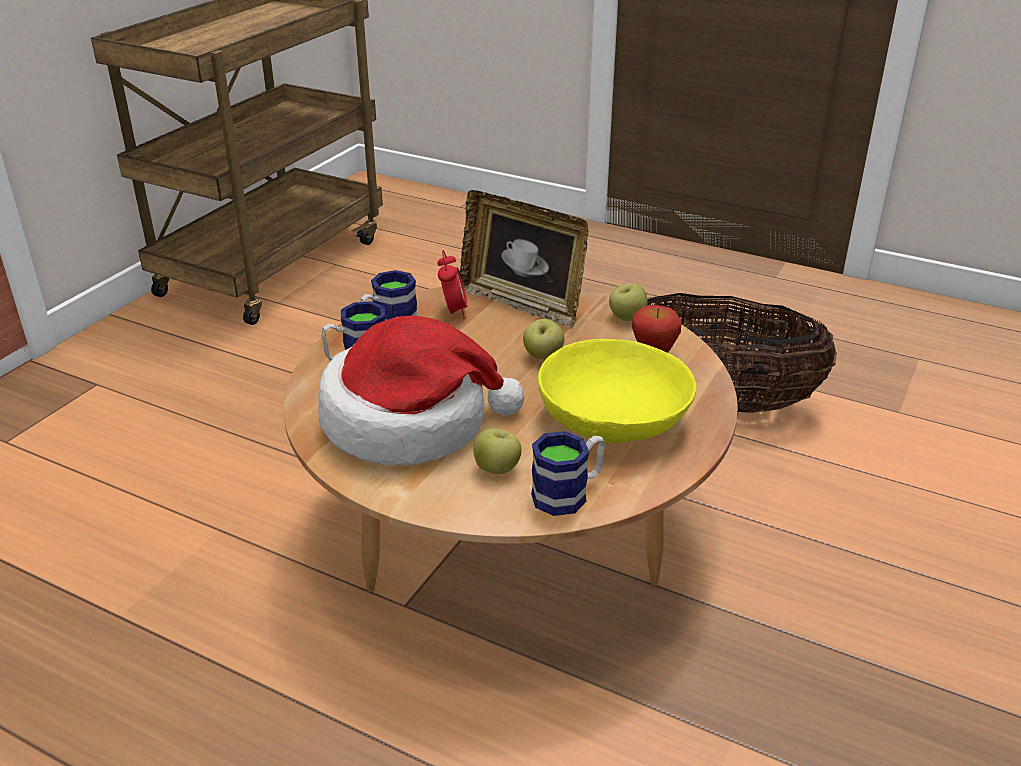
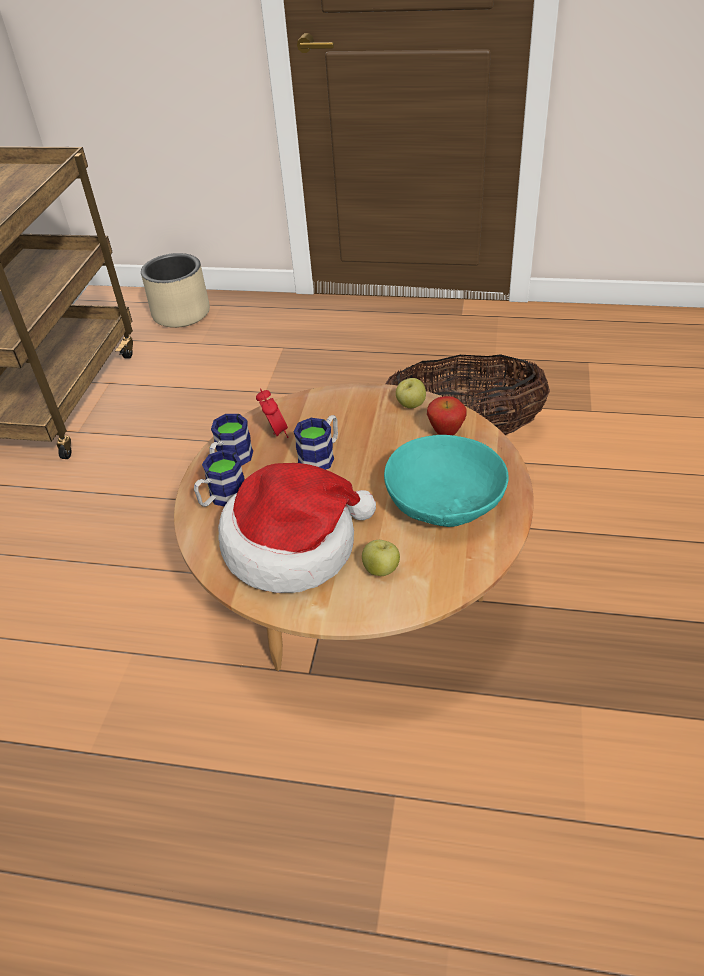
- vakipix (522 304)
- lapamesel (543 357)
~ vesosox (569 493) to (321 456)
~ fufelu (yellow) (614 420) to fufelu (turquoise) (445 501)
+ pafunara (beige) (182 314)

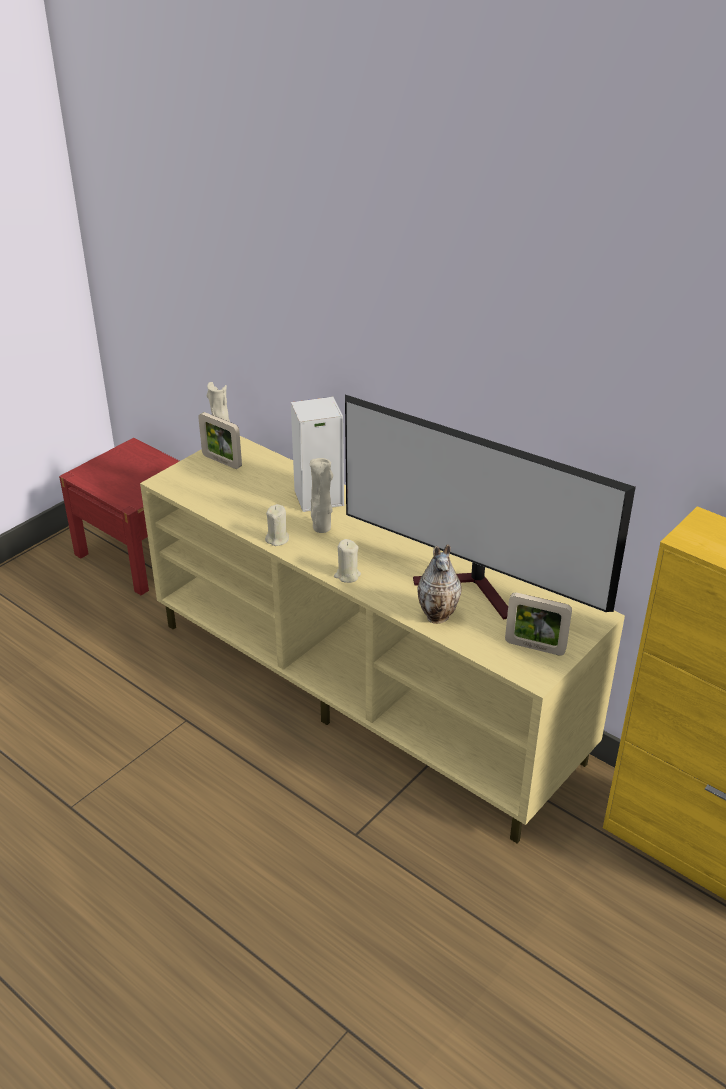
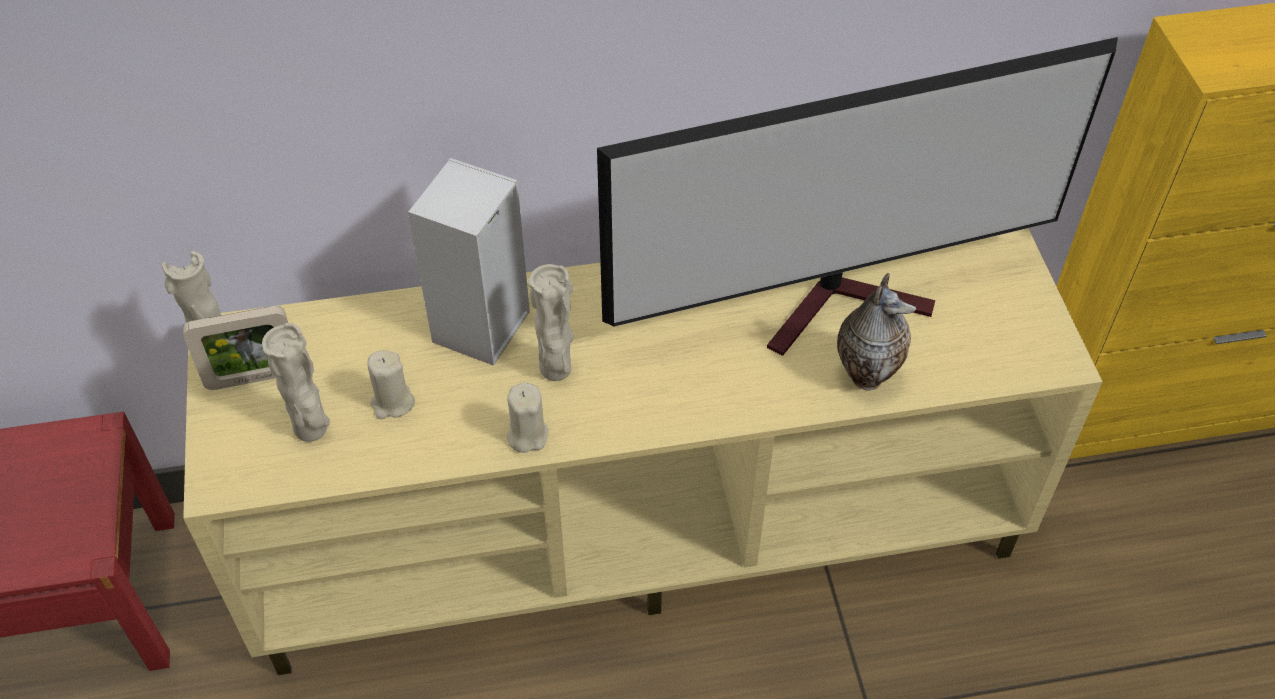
~ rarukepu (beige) (347 575) to (392 403)
- vakipix (535 647)
+ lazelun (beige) (312 430)

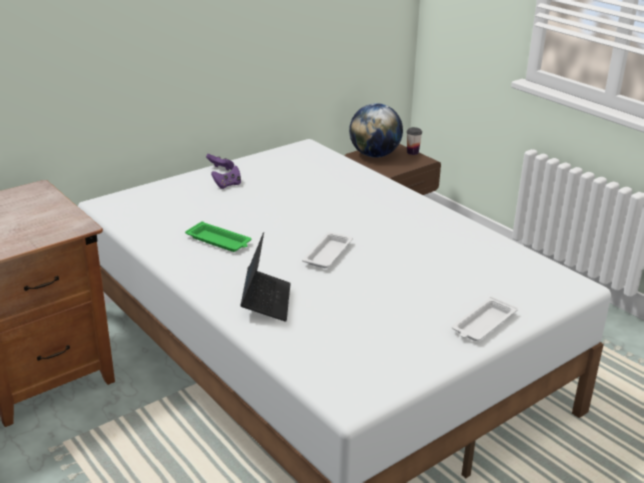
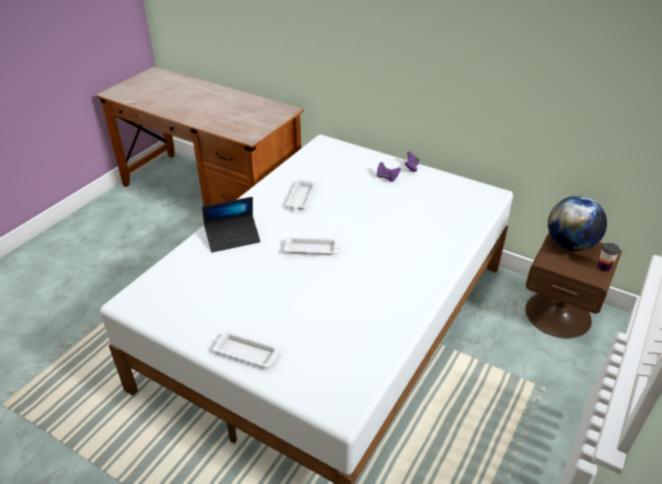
~ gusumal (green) (219 241) to gusumal (white) (301 198)

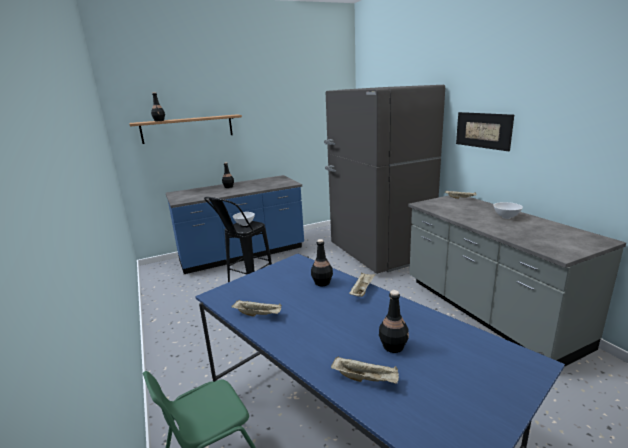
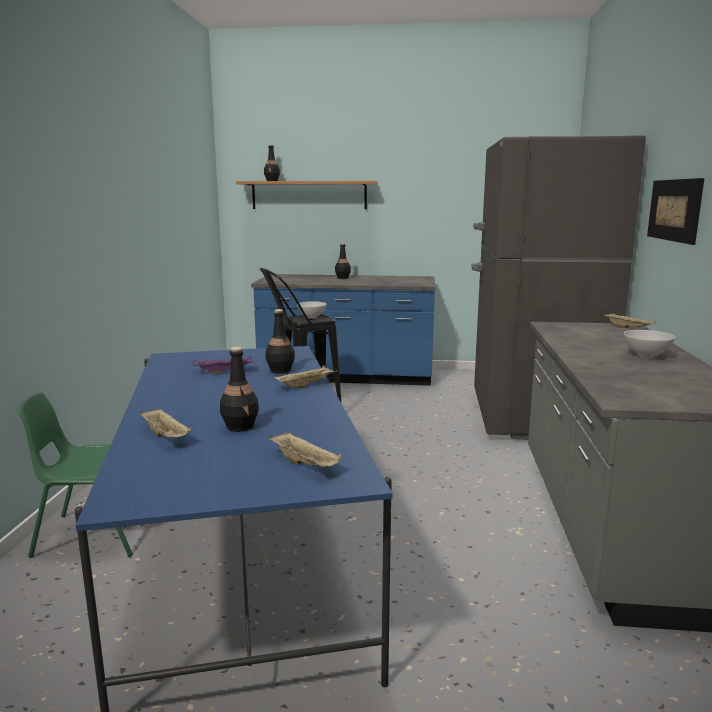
~ gusumal (beige) (258 314) to (306 464)
+ gusumal (purple) (225 372)

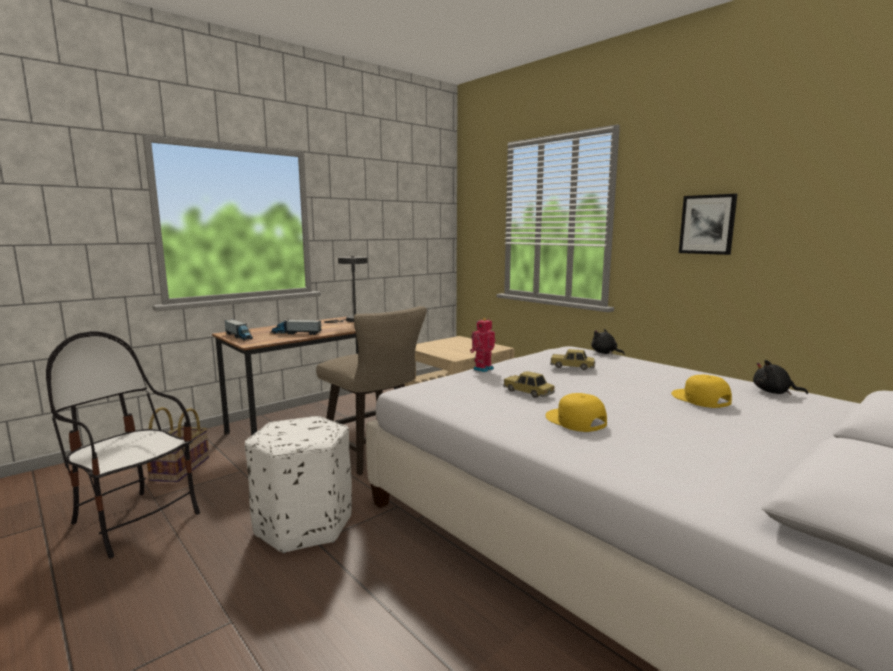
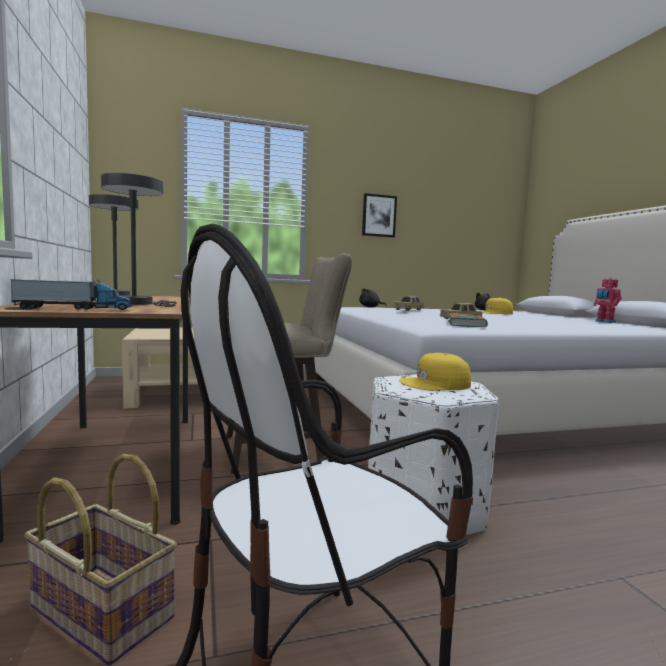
~ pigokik (296 333) to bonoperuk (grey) (139 303)
~ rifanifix (482 369) to (604 322)
~ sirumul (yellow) (575 420) to (435 384)
+ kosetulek (466 324)

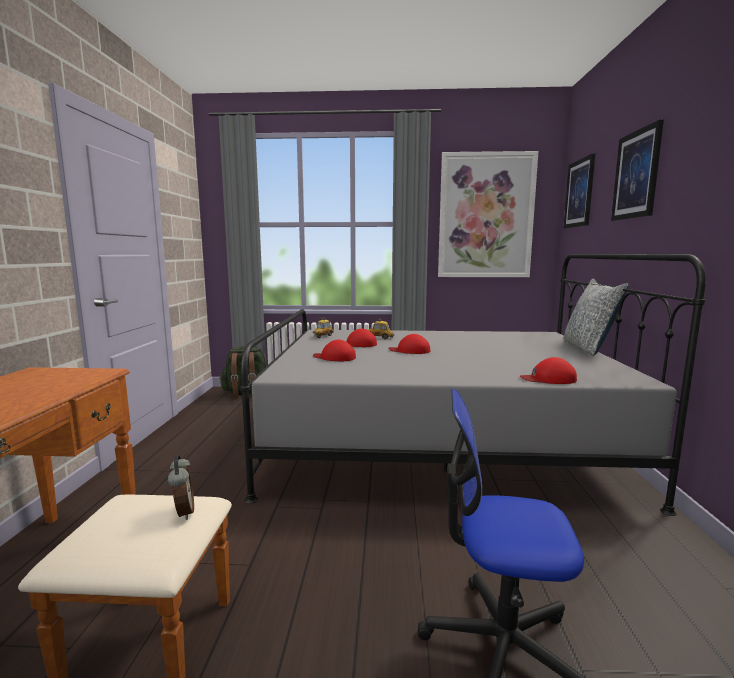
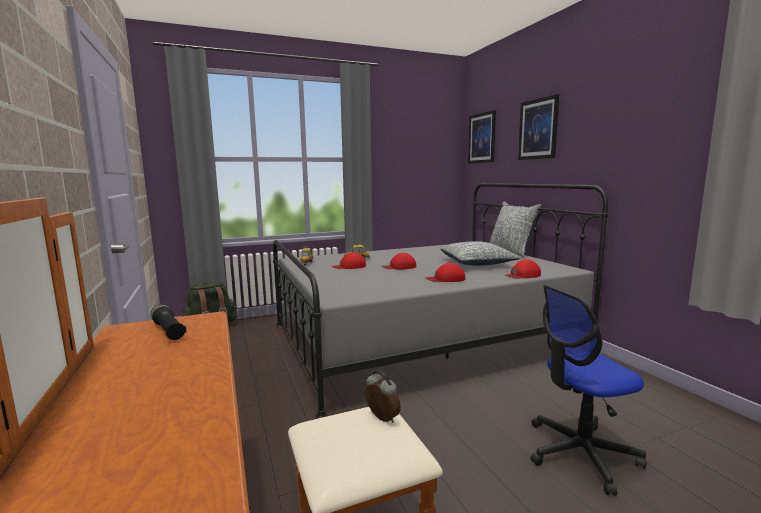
~ sirumul (red) (334 357) to (446 279)
- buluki (485 216)
+ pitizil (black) (168 331)
+ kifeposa (477 263)

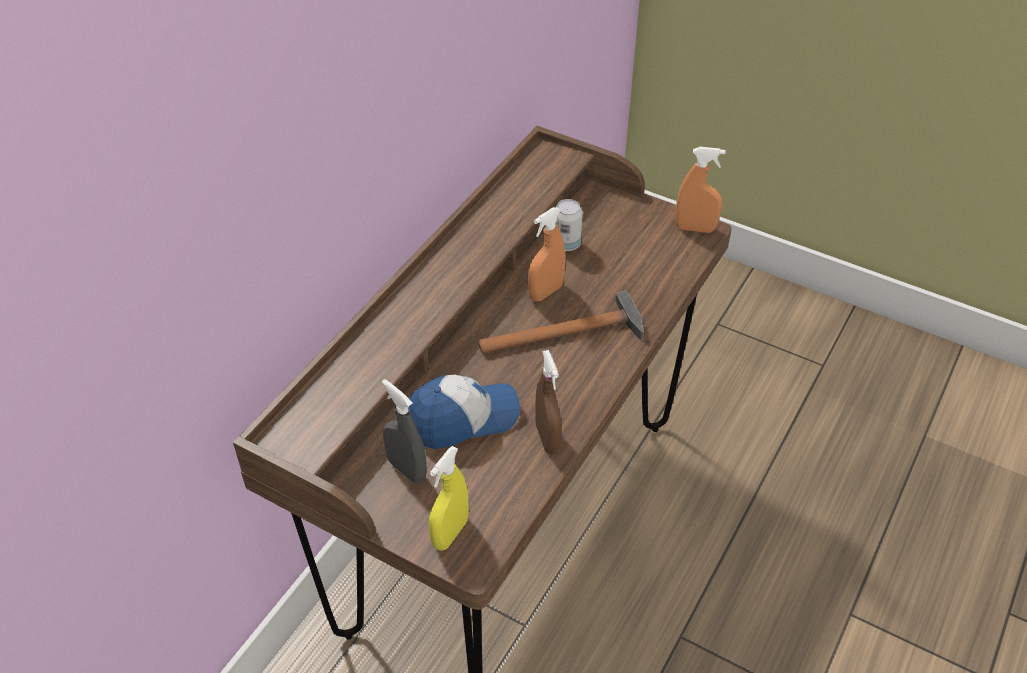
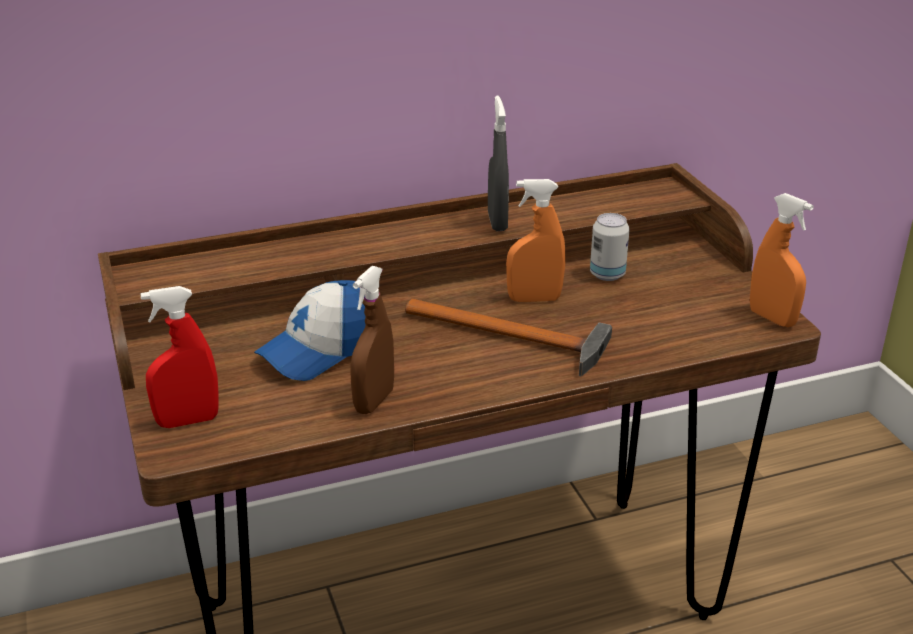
~ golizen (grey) (407 470) to (497 222)
~ sirumul (463 418) = (322 350) 120 degrees clockwise
~ golizen (yellow) (450 533) to golizen (red) (188 421)

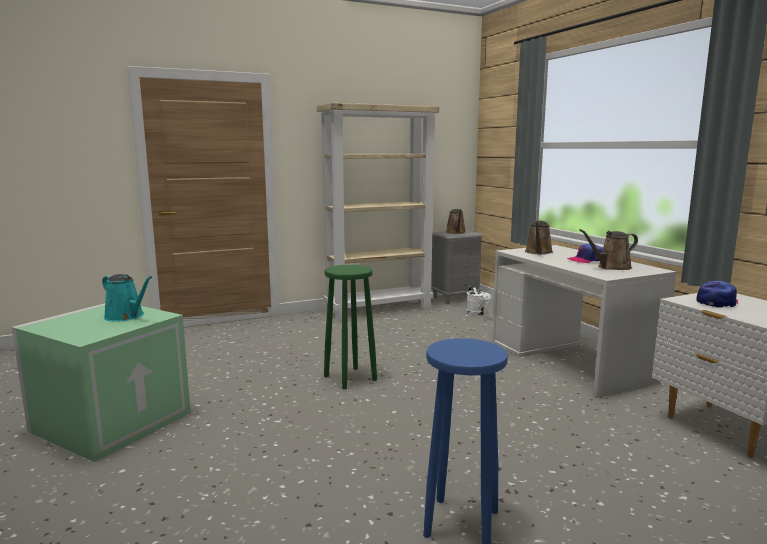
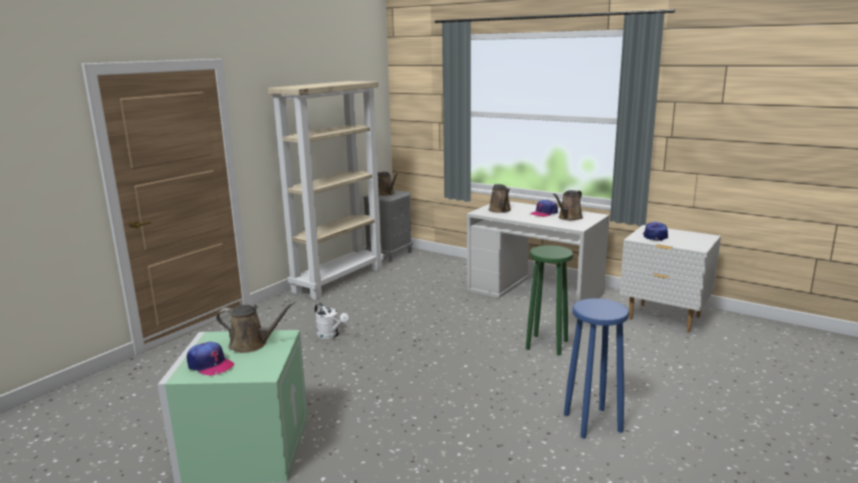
~ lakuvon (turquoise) (126 316) to lakuvon (brown) (252 344)
~ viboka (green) (350 378) to (547 345)
~ lakuvon (white) (477 313) to (331 335)
+ sirumul (210 365)

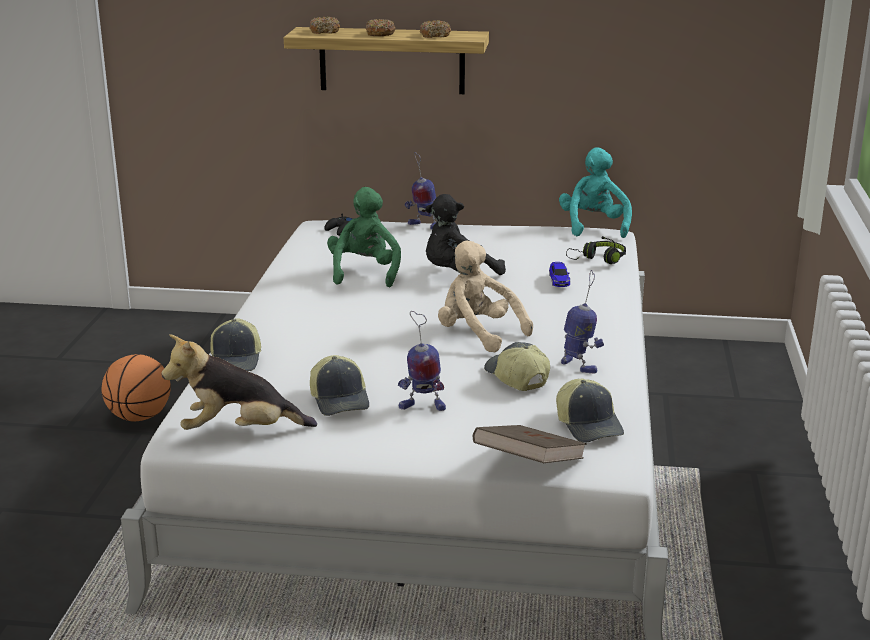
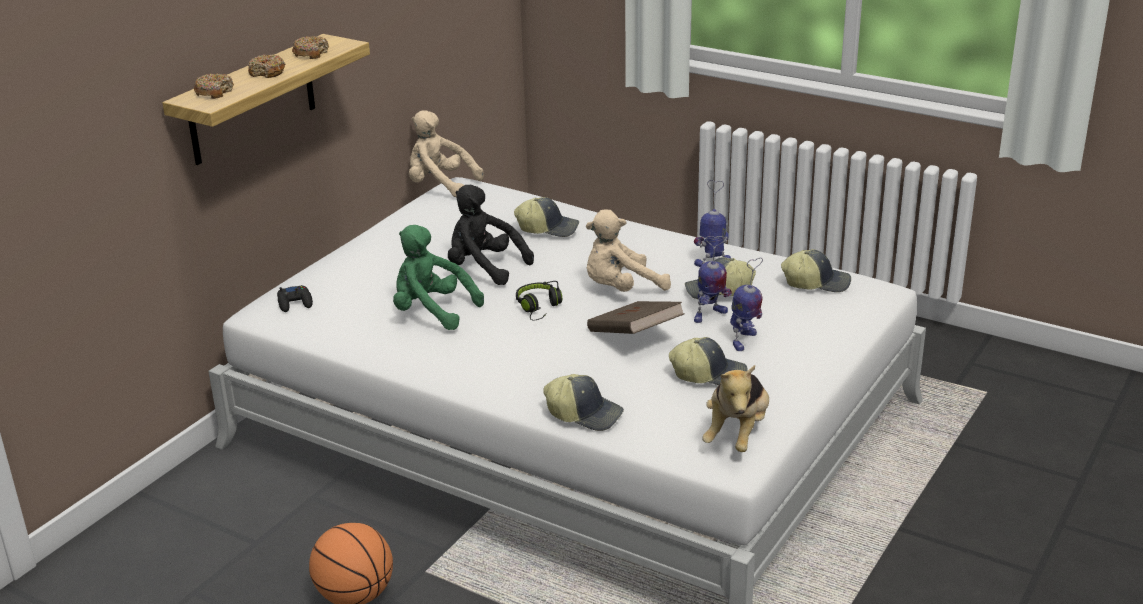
~ rifanifix (422 225) to (709 315)
~ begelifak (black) (458 274) = (484 268) 120 degrees clockwise
~ kosetulek (brown) (529 466) to (634 336)
~ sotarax (559 280) to sirumul (548 228)
~ begelifak (turquoise) (593 226) to begelifak (beige) (440 186)
~ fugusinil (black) (598 259) to (539 308)

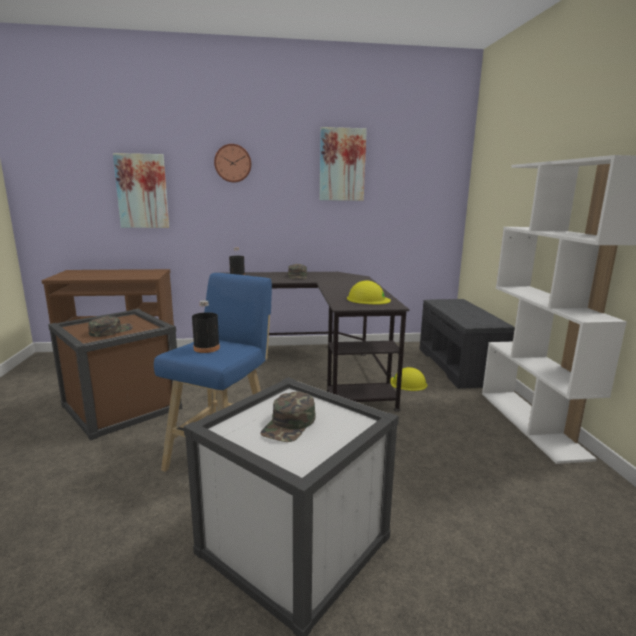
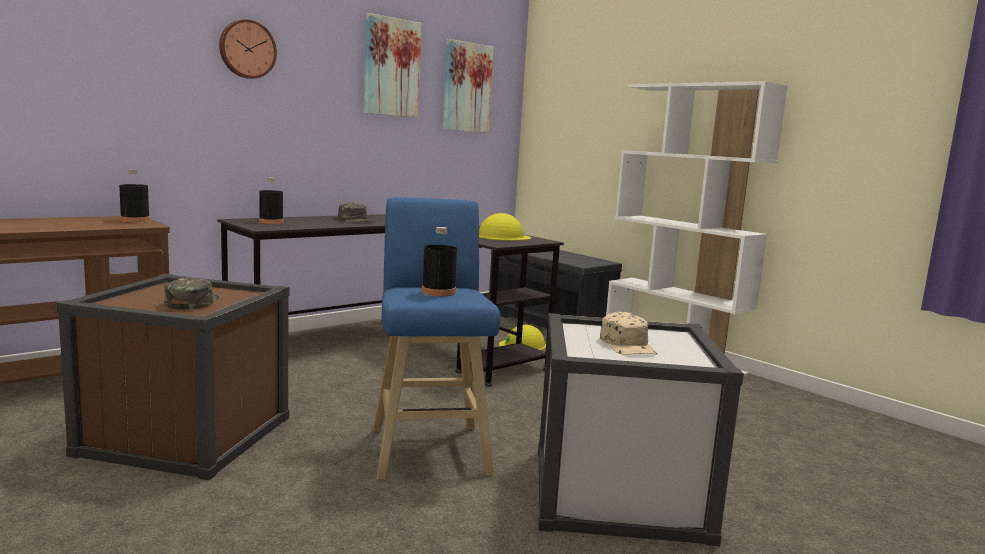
~ buluki (142 191) to (466 87)
~ sirumul (green) (289 424) to sirumul (beige) (628 345)
+ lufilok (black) (135 220)

